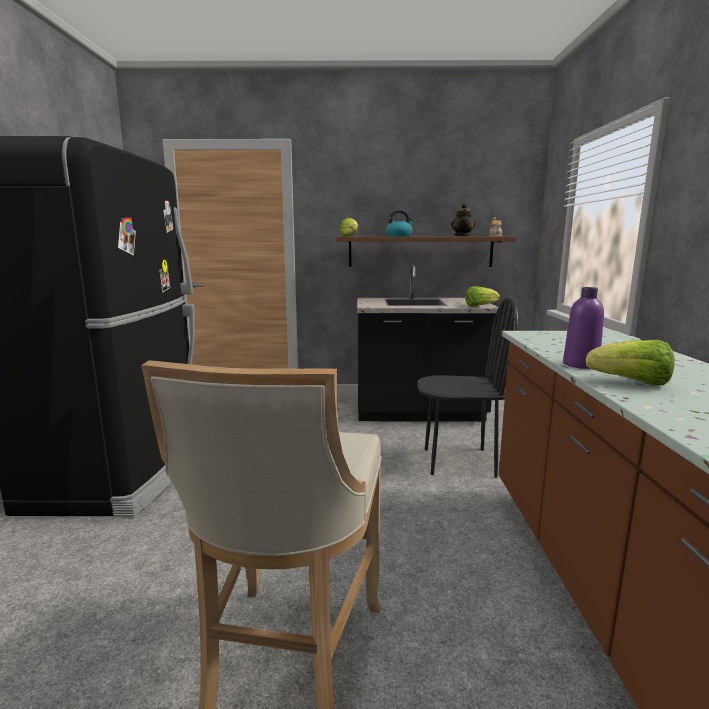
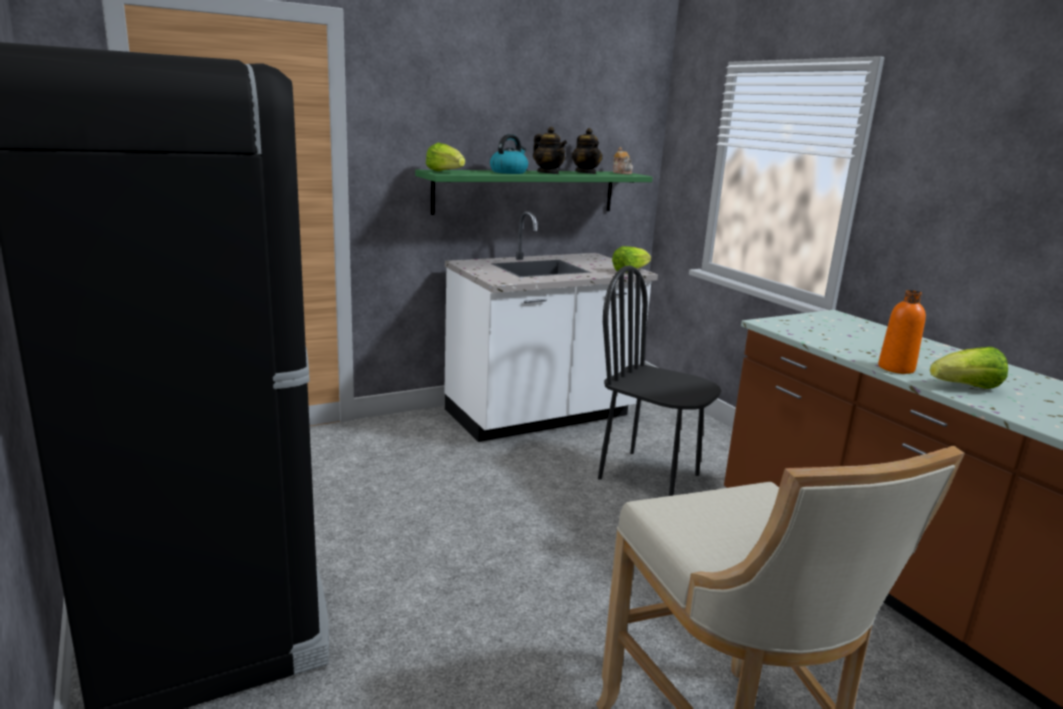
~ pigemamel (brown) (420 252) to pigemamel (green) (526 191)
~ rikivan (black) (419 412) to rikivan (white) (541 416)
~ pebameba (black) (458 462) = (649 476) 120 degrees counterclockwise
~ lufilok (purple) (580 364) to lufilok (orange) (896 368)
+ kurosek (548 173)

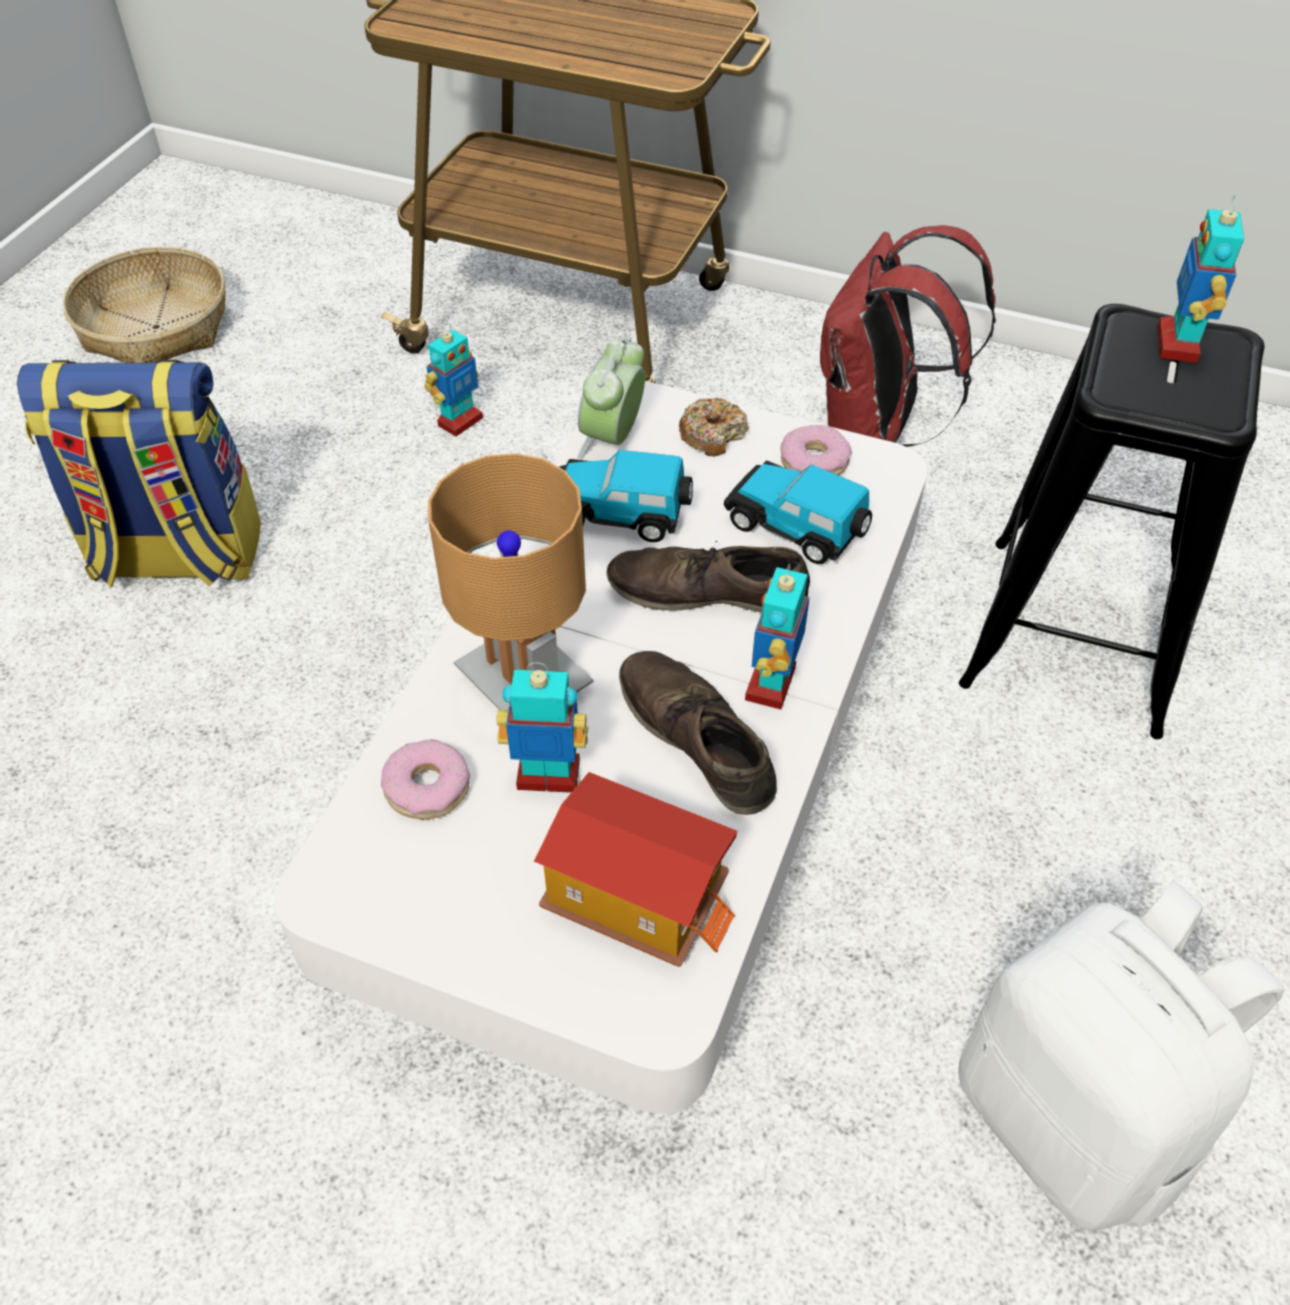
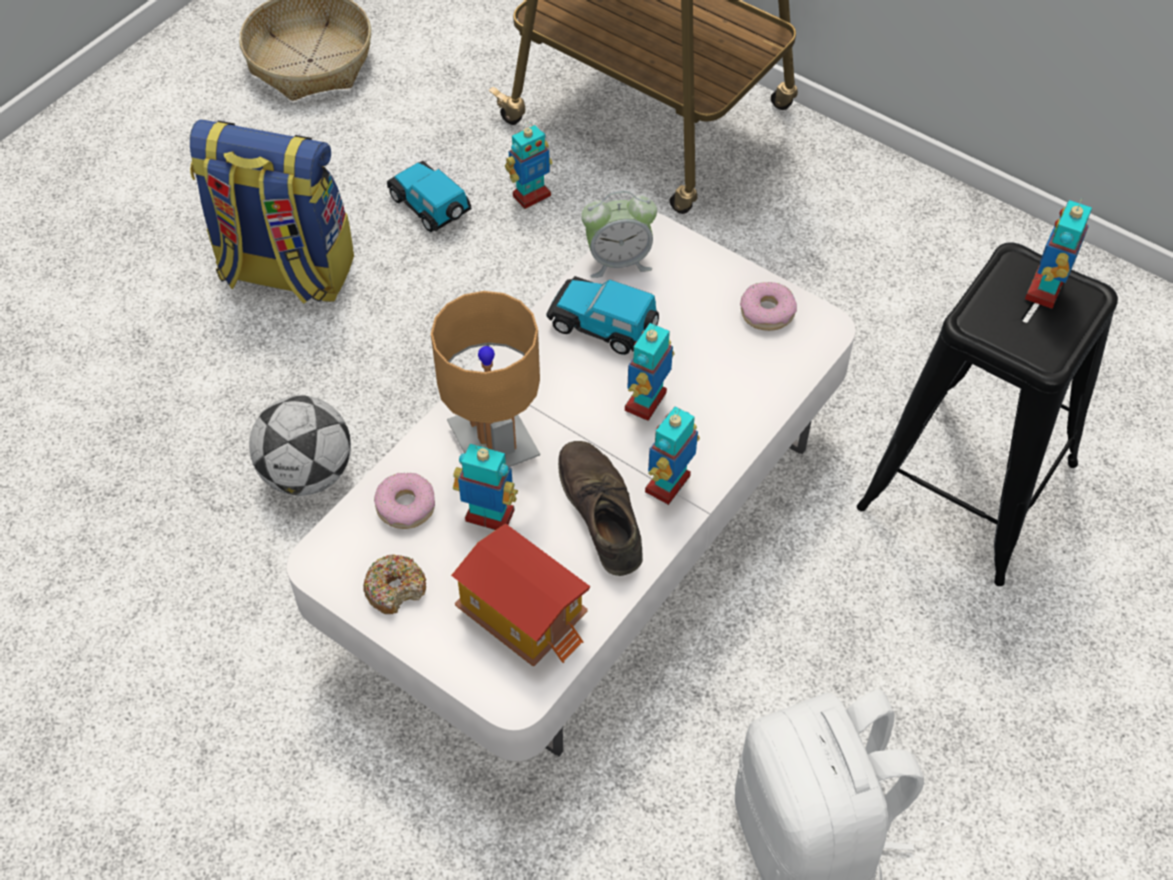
~ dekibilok (612 439) = (618 261) 135 degrees counterclockwise
~ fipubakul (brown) (706 592) to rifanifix (647 402)
~ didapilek (712 435) to (395 589)
~ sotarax (798 527) to (430 206)
- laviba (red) (875 430)
+ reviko (307 473)

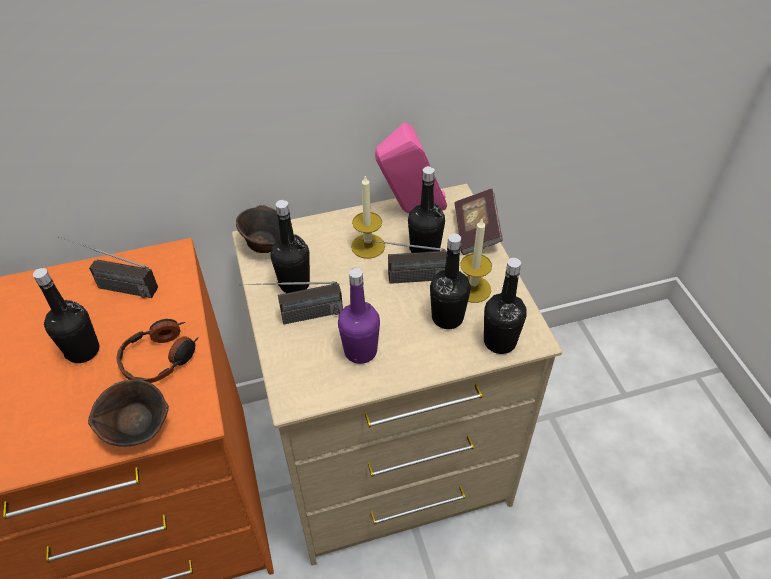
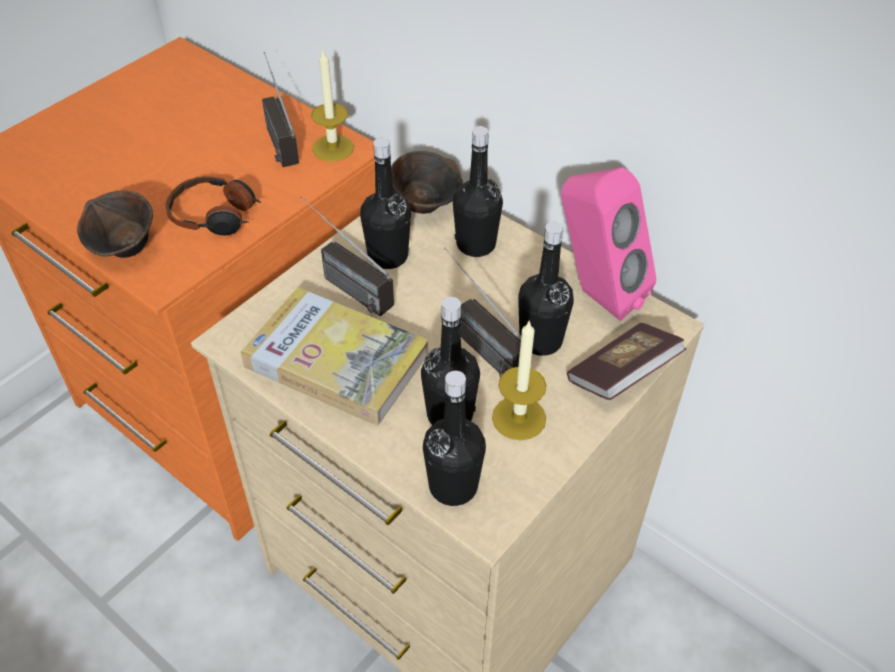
~ lufilok (black) (83 351) to (476 244)
~ lufilok (purple) (360 351) to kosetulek (336 360)
~ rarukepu (368 246) to (333 148)

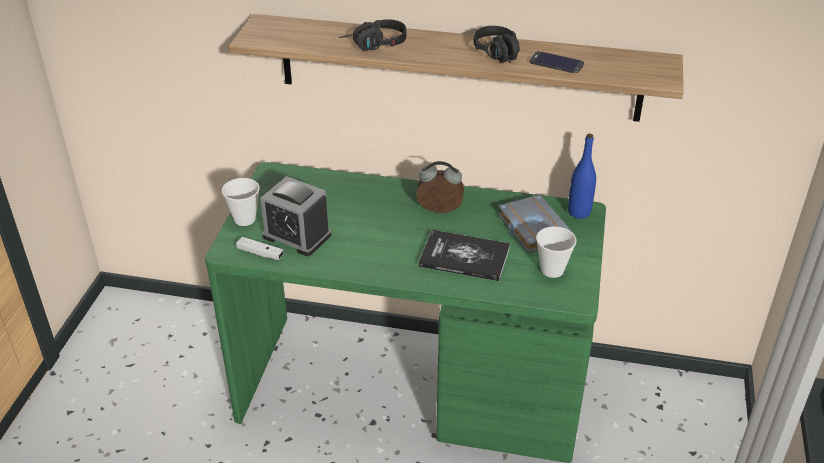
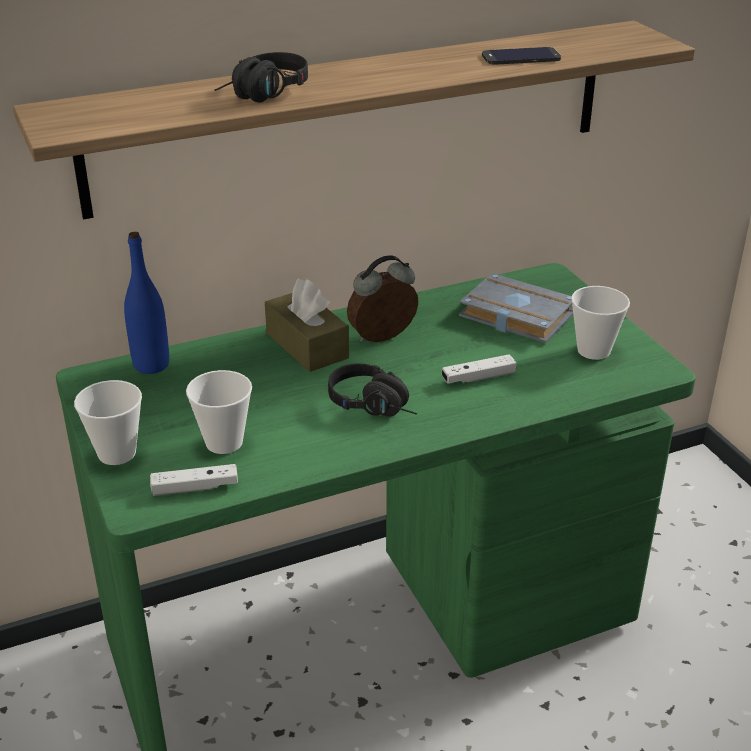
~ dekibilok (297 235) to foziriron (224 442)
~ kosetulek (464 257) to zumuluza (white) (478 378)
~ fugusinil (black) (500 56) to (377 406)
~ lufilok (blue) (579 212) to (151 365)
+ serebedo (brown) (307 345)

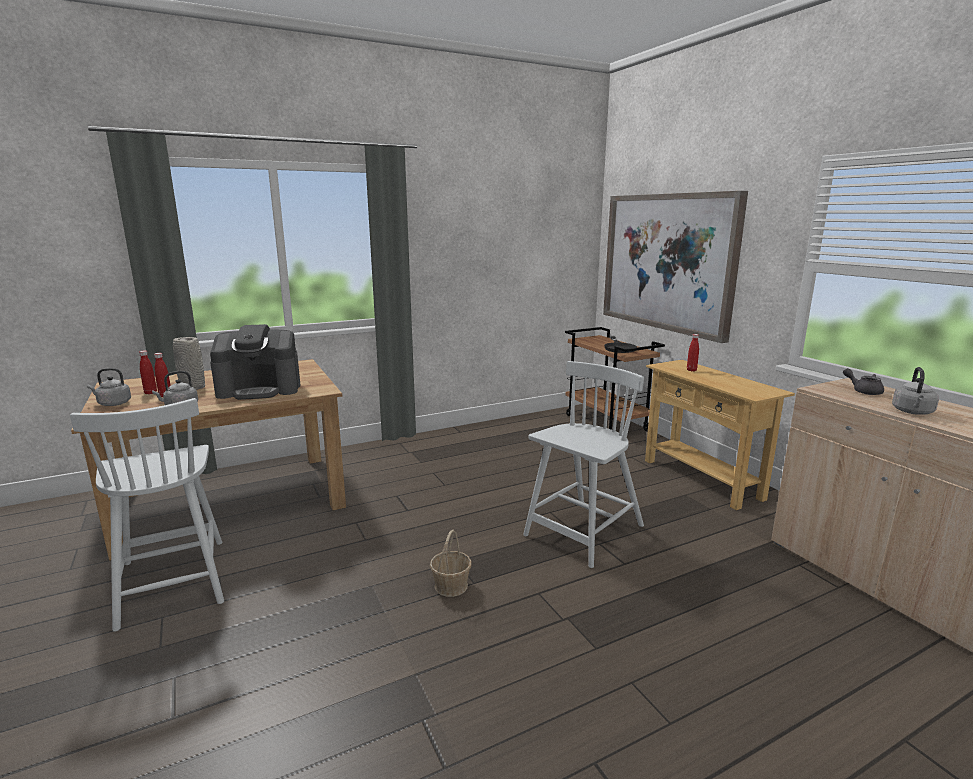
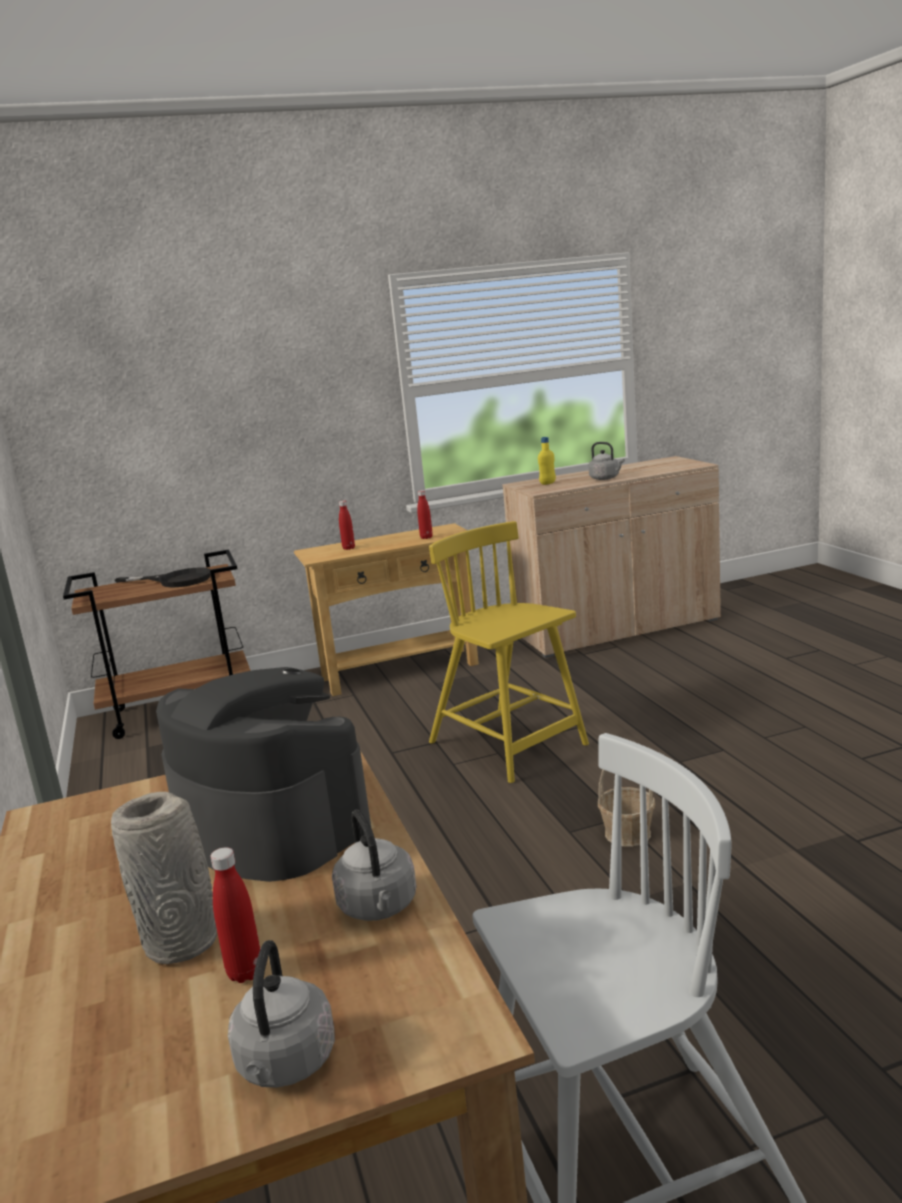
~ lufilok (red) (150 393) to (426 537)
~ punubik (260 389) = (270 826) 45 degrees counterclockwise
~ pebameba (white) (583 532) to pebameba (yellow) (509 745)
- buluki (667 262)
~ kurosek (grey) (863 391) to lufilok (yellow) (547 483)

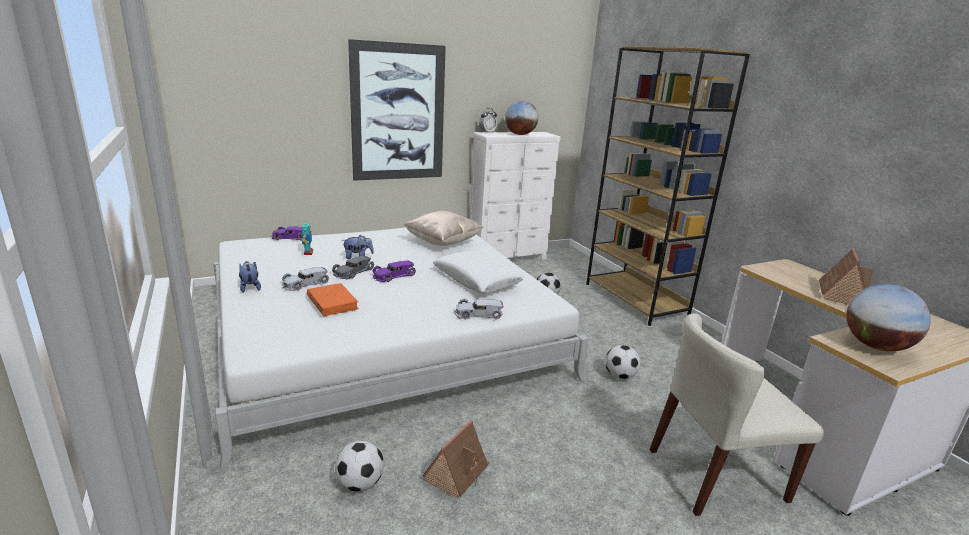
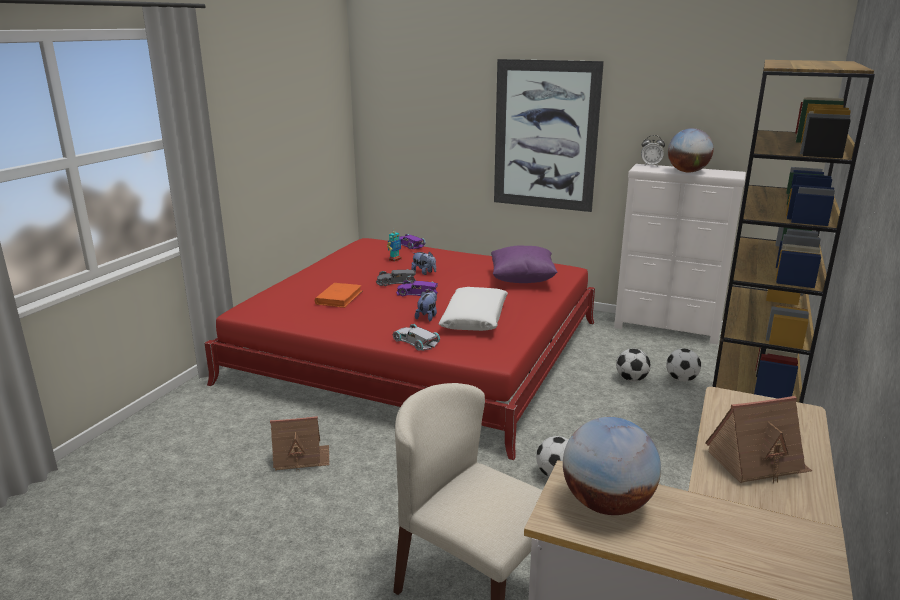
~ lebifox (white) (382 335) to lebifox (red) (419 351)
~ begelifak (250 287) to (427 316)
- sotarax (white) (305 283)
~ reviko (360 483) to (681 379)
~ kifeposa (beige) (443 242) to kifeposa (purple) (522 280)

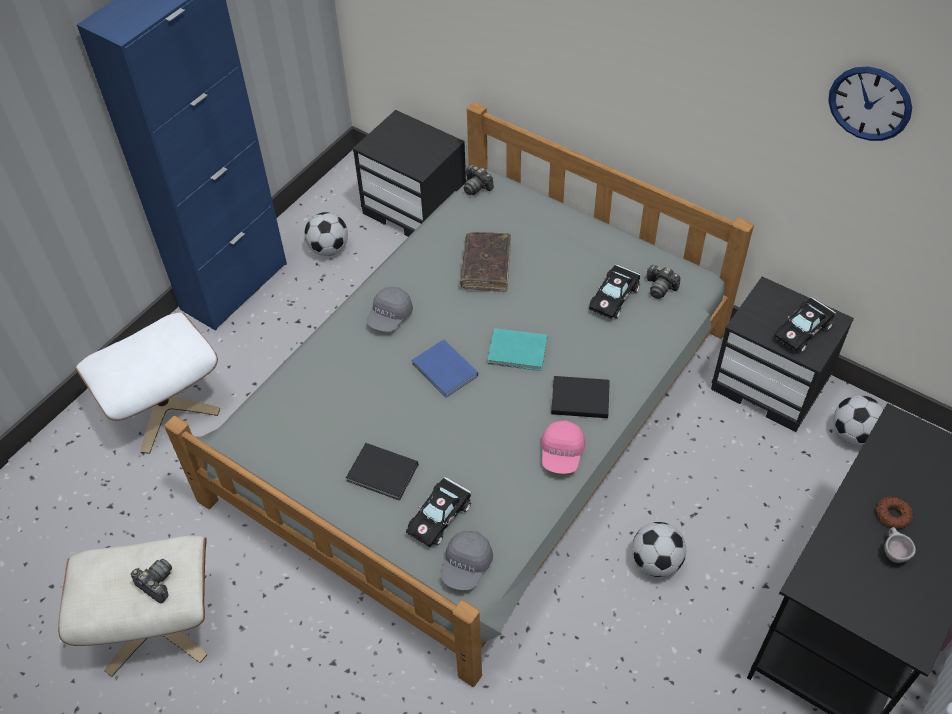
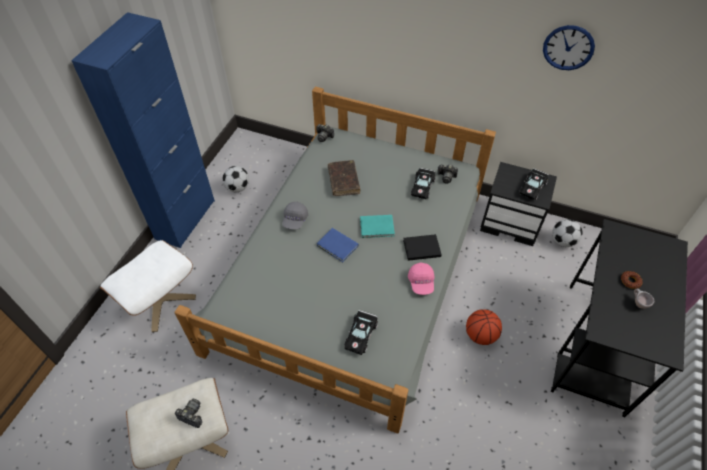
- kosetulek (black) (383 474)
- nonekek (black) (416 210)
- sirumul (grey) (466 566)
~ reviko (656 562) to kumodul (480 335)

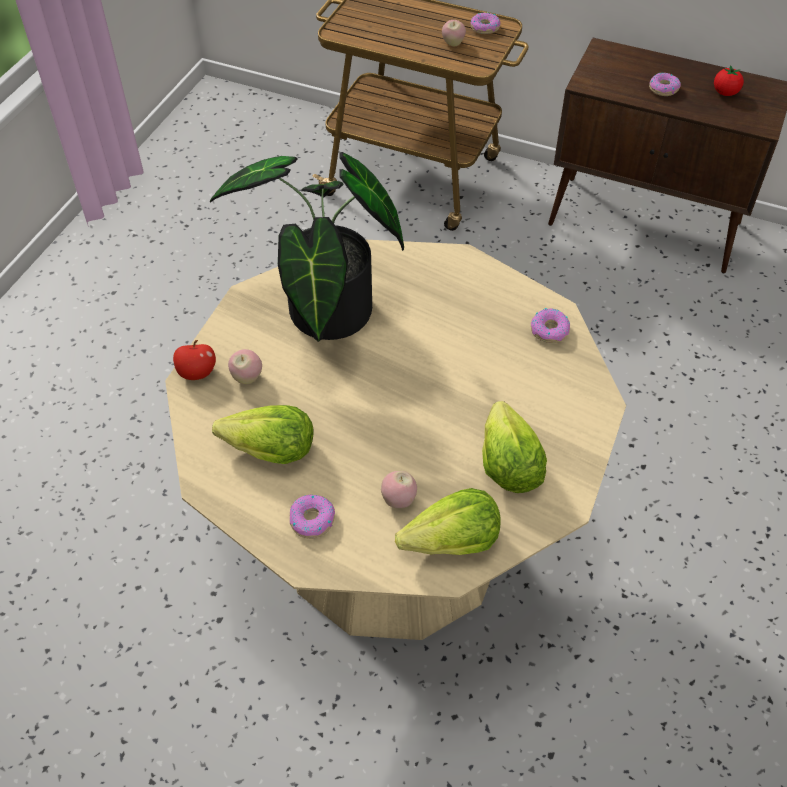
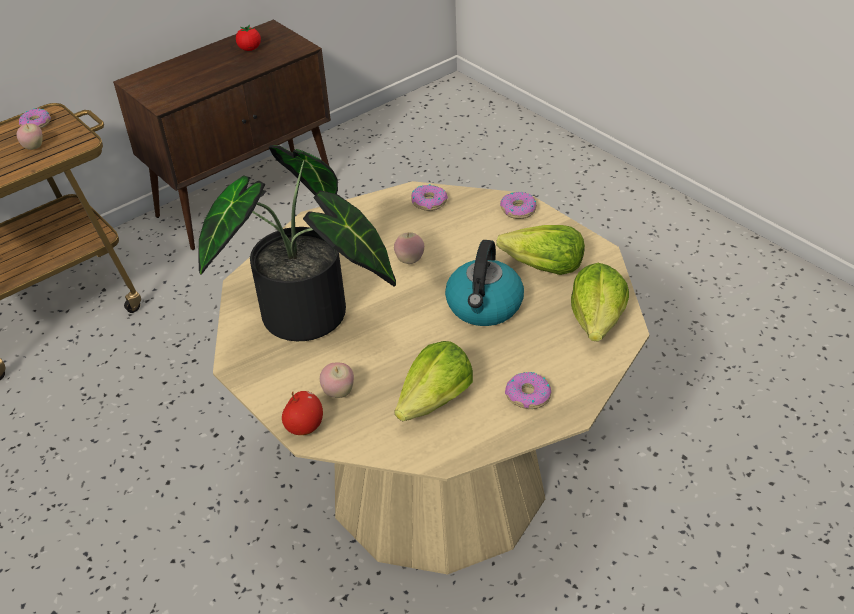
~ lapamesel (399 500) to (410 260)
~ didapilek (663 88) to (518 210)
+ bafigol (484 307)

